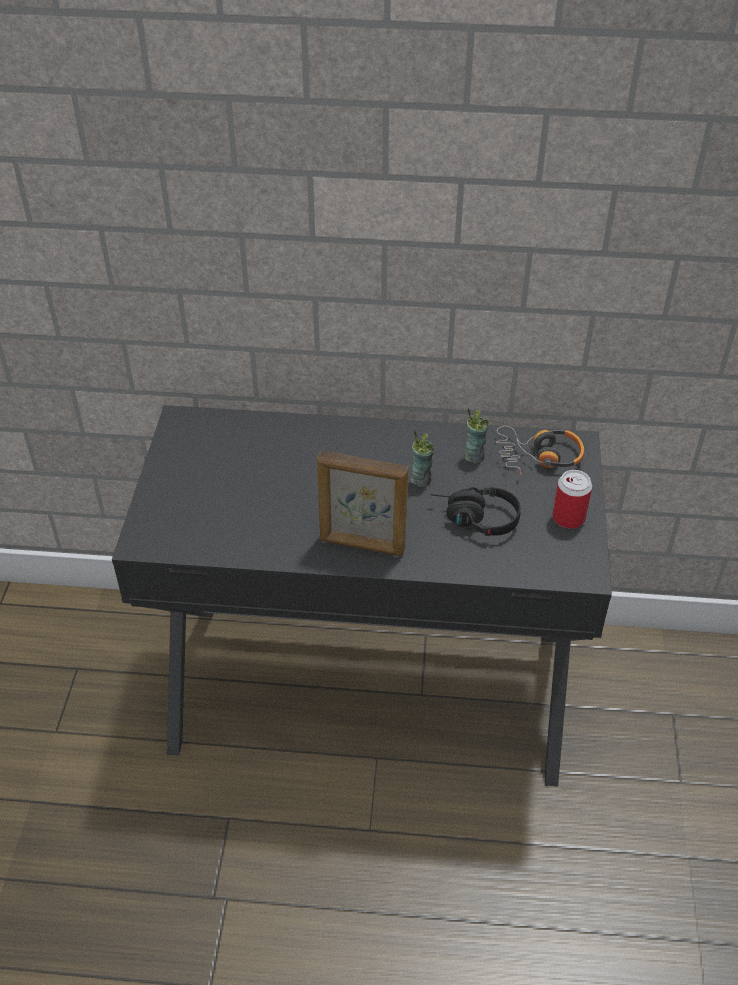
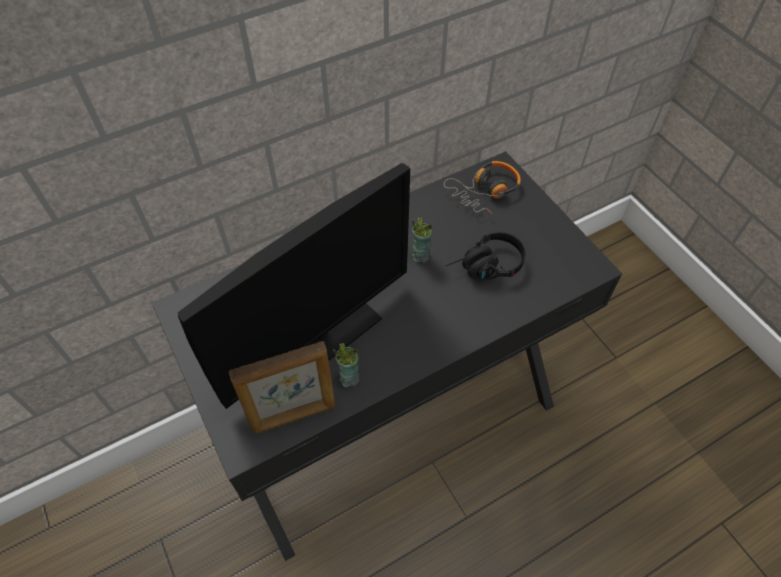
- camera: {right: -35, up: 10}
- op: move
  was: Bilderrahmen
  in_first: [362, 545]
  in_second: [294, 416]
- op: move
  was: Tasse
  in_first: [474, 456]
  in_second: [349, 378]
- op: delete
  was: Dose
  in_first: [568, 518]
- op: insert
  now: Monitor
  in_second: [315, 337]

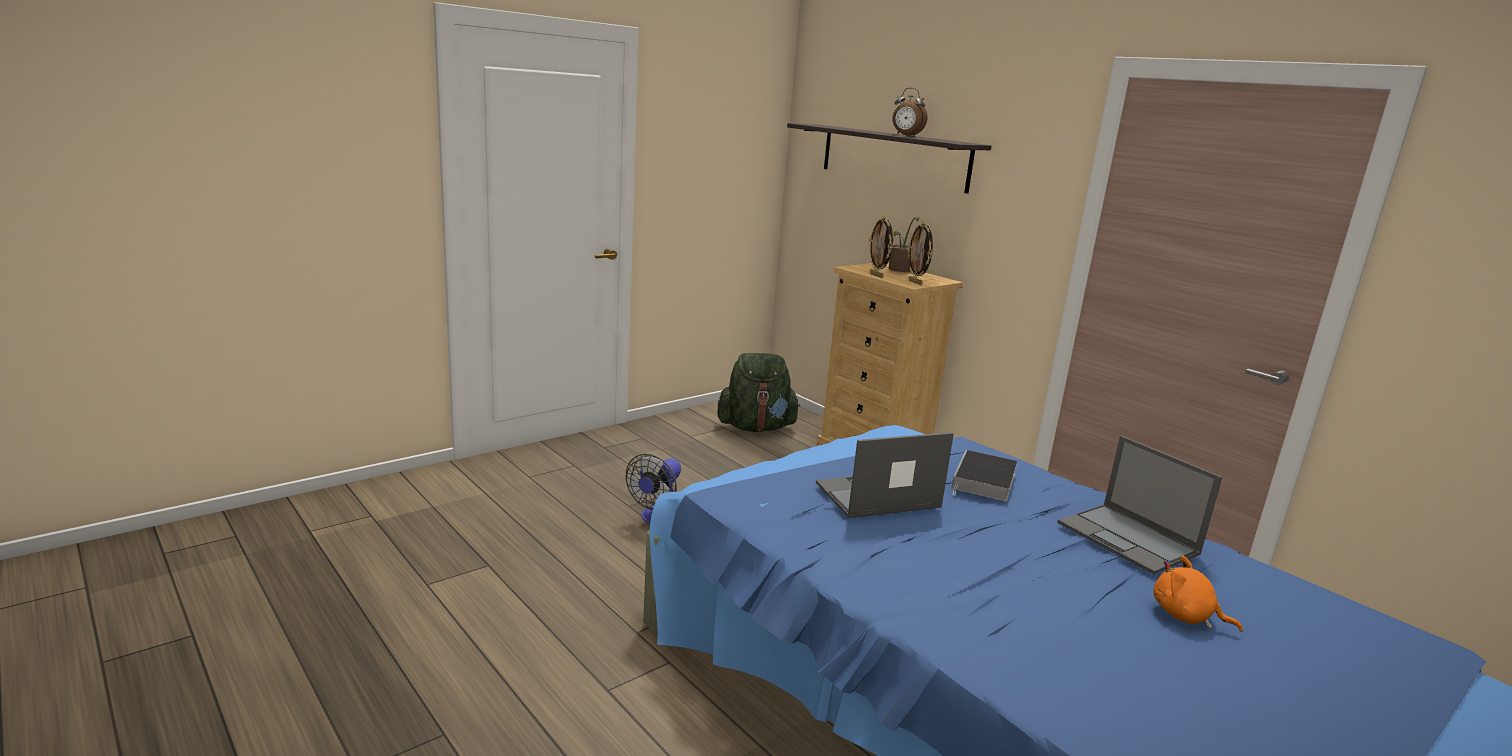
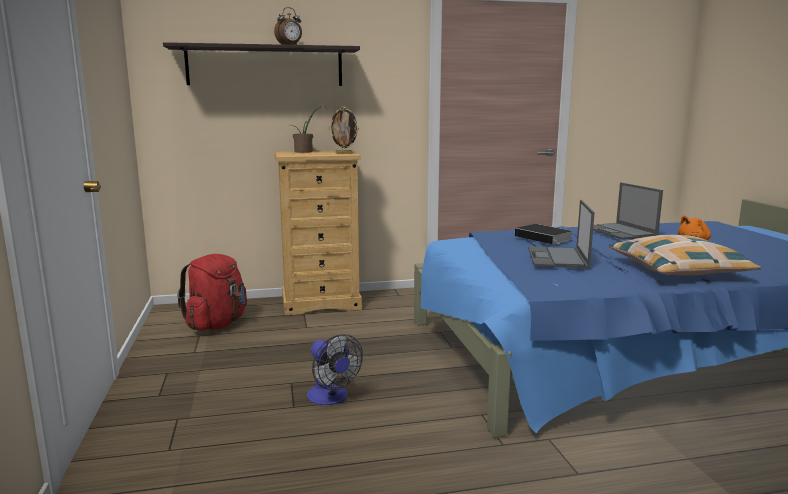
- camera: {right: -60, up: -5}
- op: recolor
  was: Rucksack [grün]
  now: Rucksack [rot]
  in_first: [756, 427]
  in_second: [217, 324]
- op: delete
  was: Bilderrahmen
  in_first: [877, 276]
- op: rotate
  was: Laptop
  in_first: [1129, 539]
  in_second: [620, 232]
  clockwise: 75
- op: insert
  now: Kissen
  in_second: [678, 270]

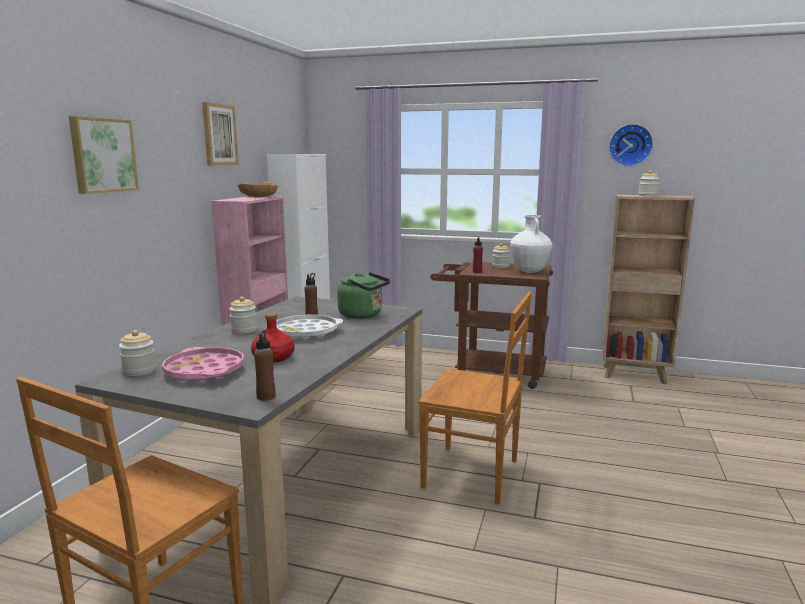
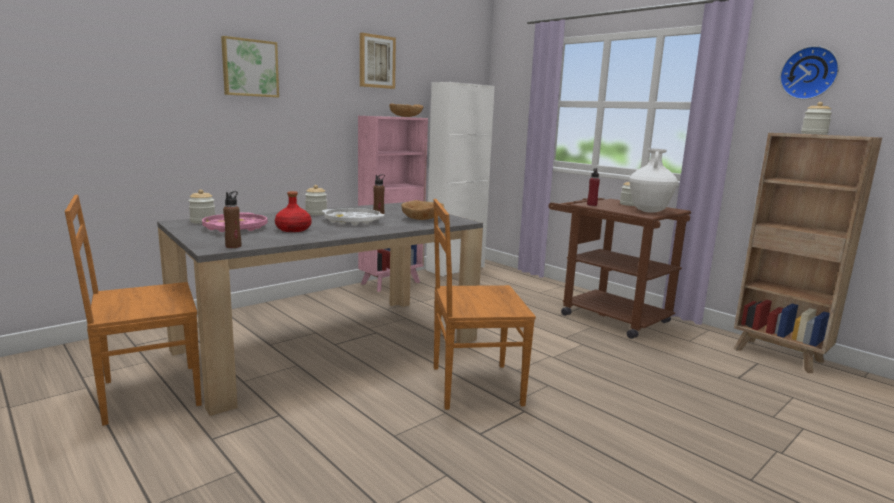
- camera: {right: 30, up: 0}
- op: replace
  was: Wasserkessel [grün]
  now: Schüssel [braun]
  in_first: [363, 315]
  in_second: [422, 219]
- op: rotate
  was: Stuhl [braun]
  in_first: [474, 474]
  in_second: [473, 385]
  clockwise: 120

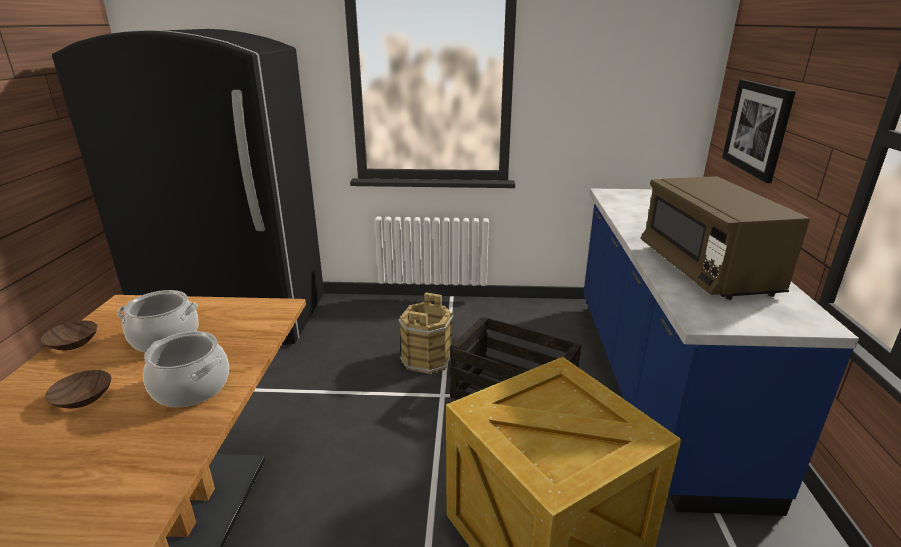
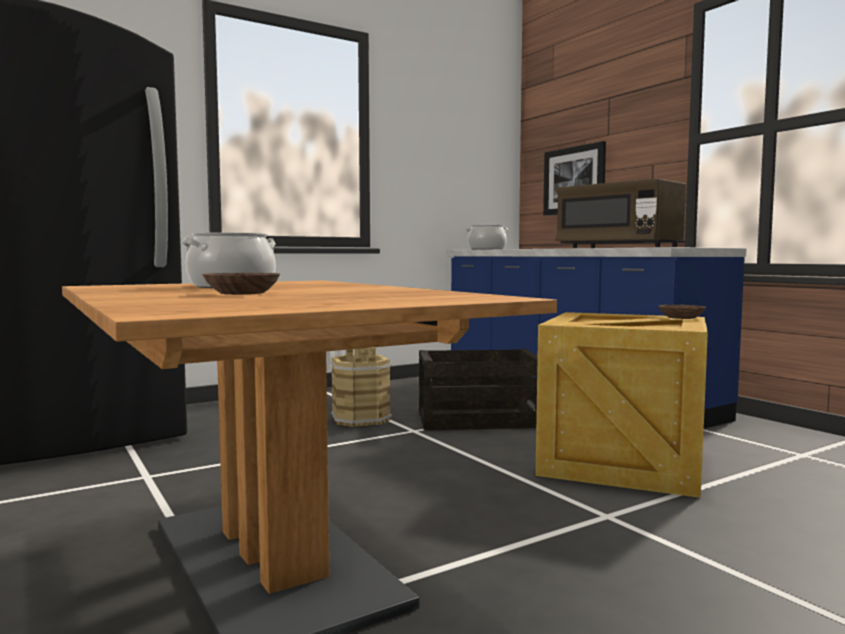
- camera: {right: -35, up: -20}
- op: move
  was: Schüssel [braun]
  in_first: [74, 343]
  in_second: [682, 317]
- op: move
  was: Kochtopf
  in_first: [191, 388]
  in_second: [486, 249]

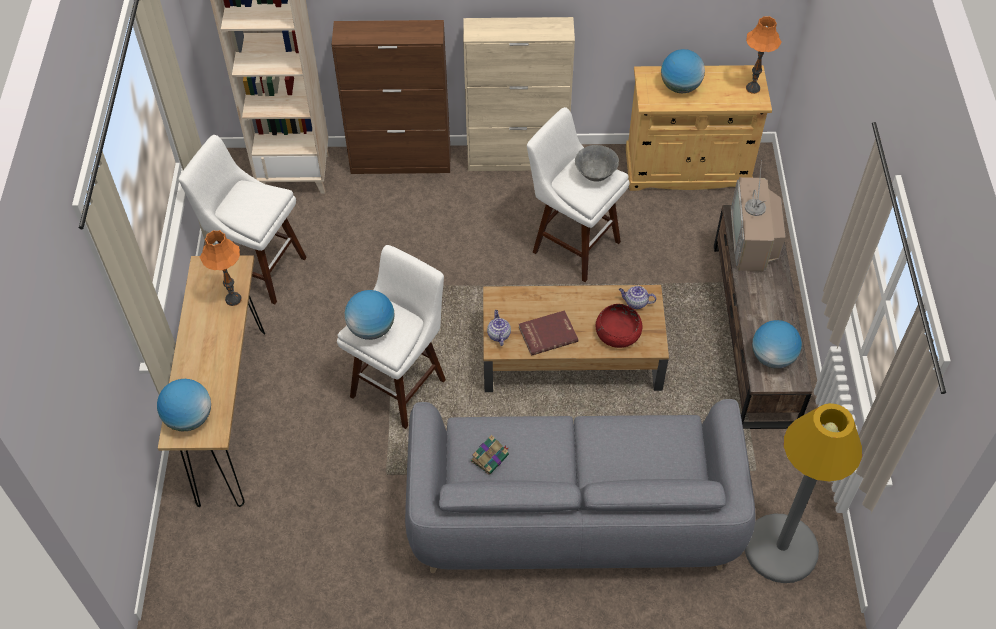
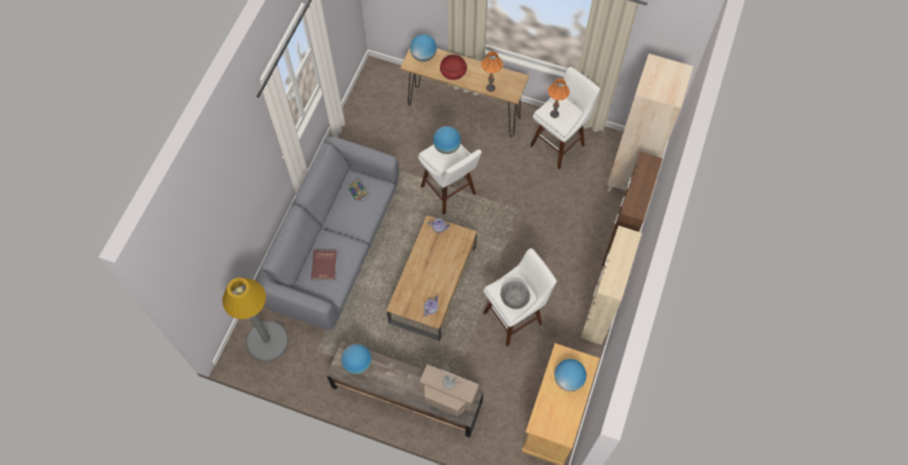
- camera: {right: 110, up: 10}
- op: move
  was: Buch [rot]
  in_first: [547, 333]
  in_second: [325, 265]
- op: move
  was: Schüssel [rot]
  in_first: [618, 333]
  in_second: [453, 71]
- op: move
  was: Tischlampe [orange]
  in_first: [752, 88]
  in_second: [554, 114]

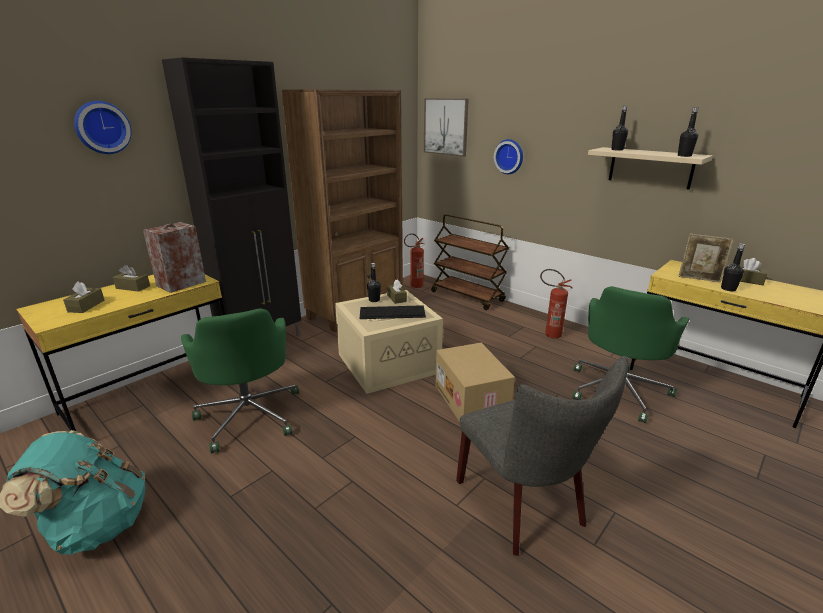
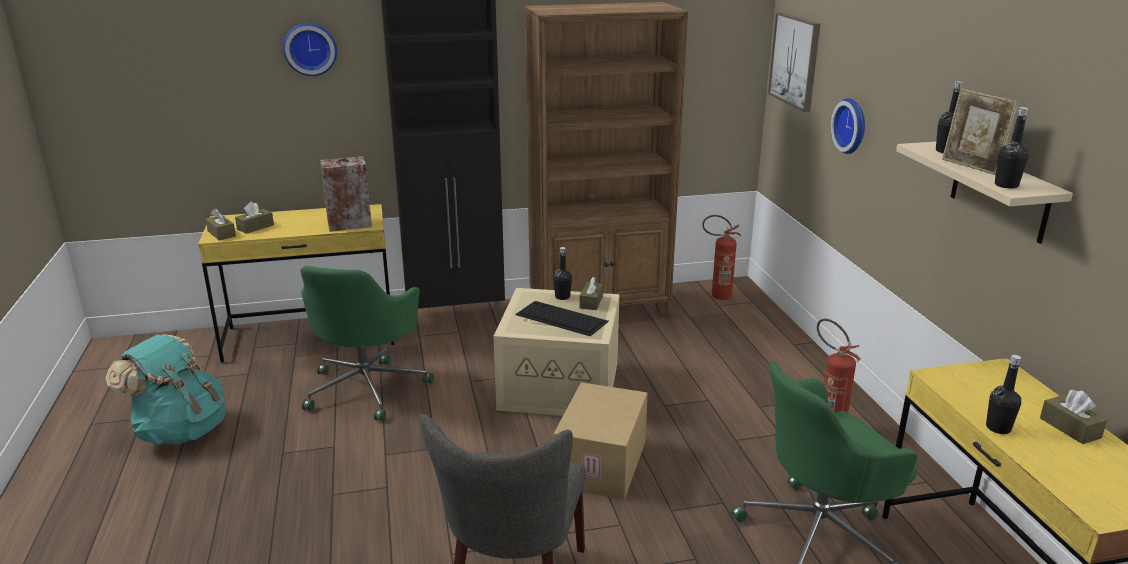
- camera: {right: 35, up: 0}
- op: move
  was: Taschentuchbox [braun]
  in_first: [133, 287]
  in_second: [221, 234]
- op: delete
  was: Rollwagen [braun]
  in_first: [468, 296]
- op: move
  was: Bilderrahmen
  in_first: [699, 279]
  in_second: [971, 167]

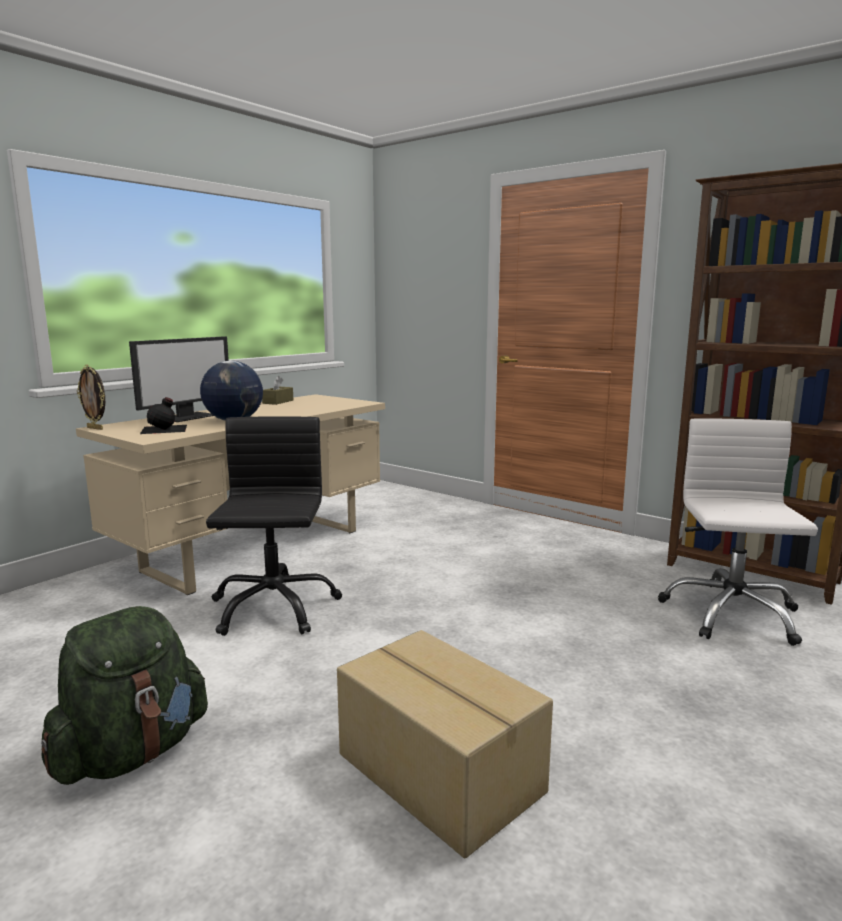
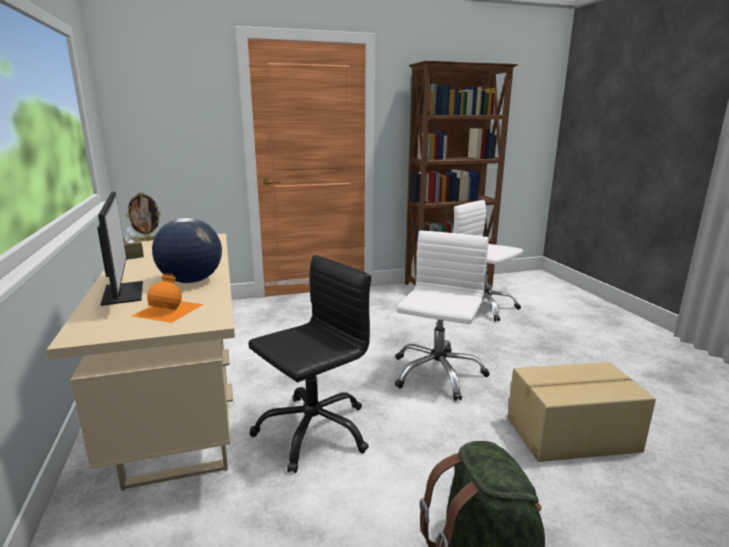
- camera: {right: -55, up: 5}
- op: move
  was: Bilderrahmen
  in_first: [96, 428]
  in_second: [147, 240]
- op: recolor
  was: Flasche [schwarz]
  now: Flasche [orange]
  in_first: [165, 429]
  in_second: [169, 309]
- op: rotate
  was: Bürostuhl [schwarz]
  in_first: [273, 607]
  in_second: [313, 430]
  clockwise: 105
- op: insert
  now: Bürostuhl [weiß]
  in_second: [437, 373]

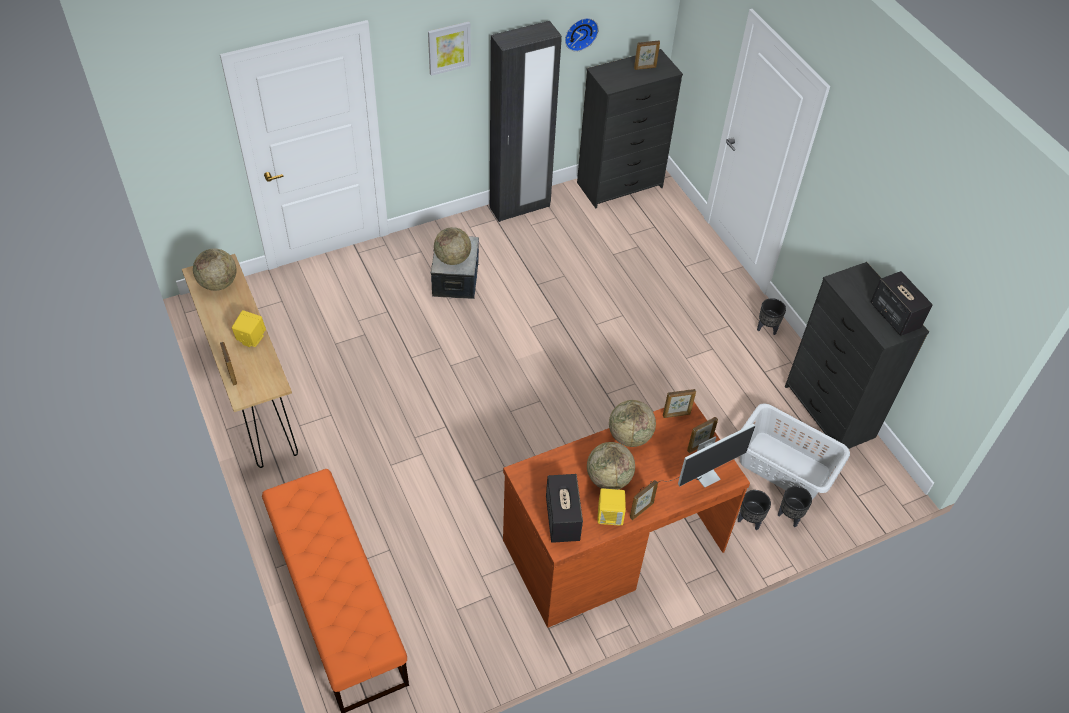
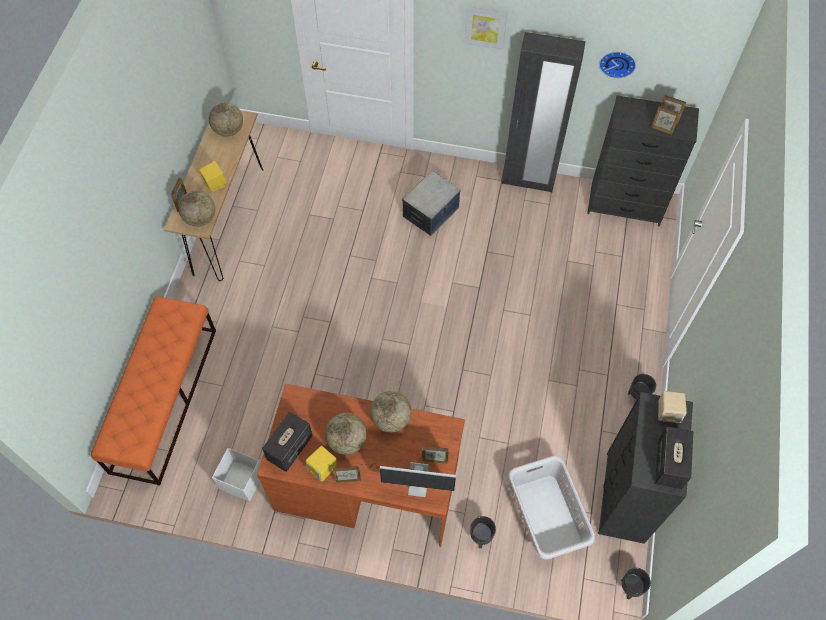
- camera: {right: 40, up: 10}
- op: move
  was: Globus
  in_first: [453, 259]
  in_second: [200, 218]
- op: move
  was: Bilderrahmen
  in_first: [676, 415]
  in_second: [661, 130]
- op: move
  was: Pflanzkübel [schwarz]
  in_first: [789, 517]
  in_second: [629, 588]
- op: insert
  now: Aufbewahrungsbox [weiß]
  in_second: [241, 480]
- op: insert
  now: Lautsprecher [beige]
  in_second: [668, 413]

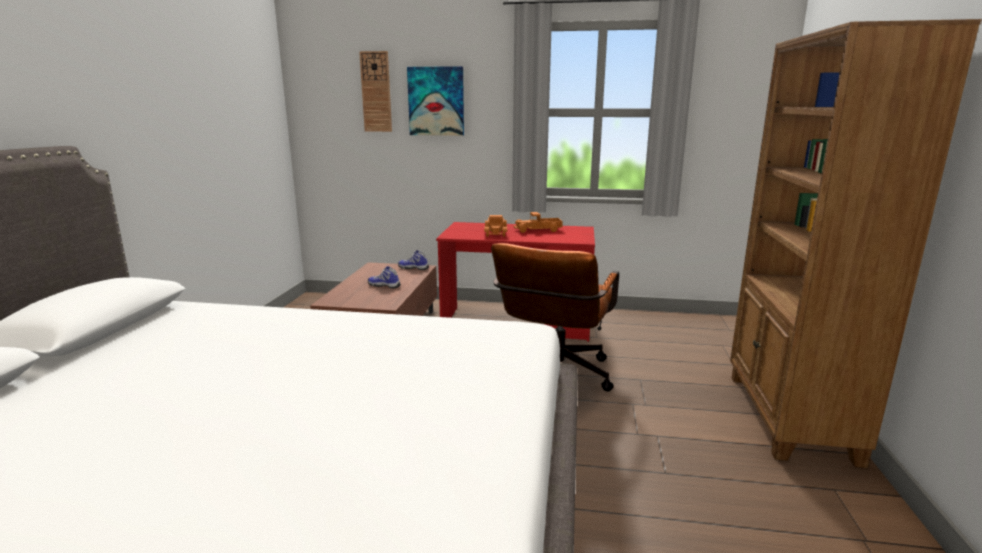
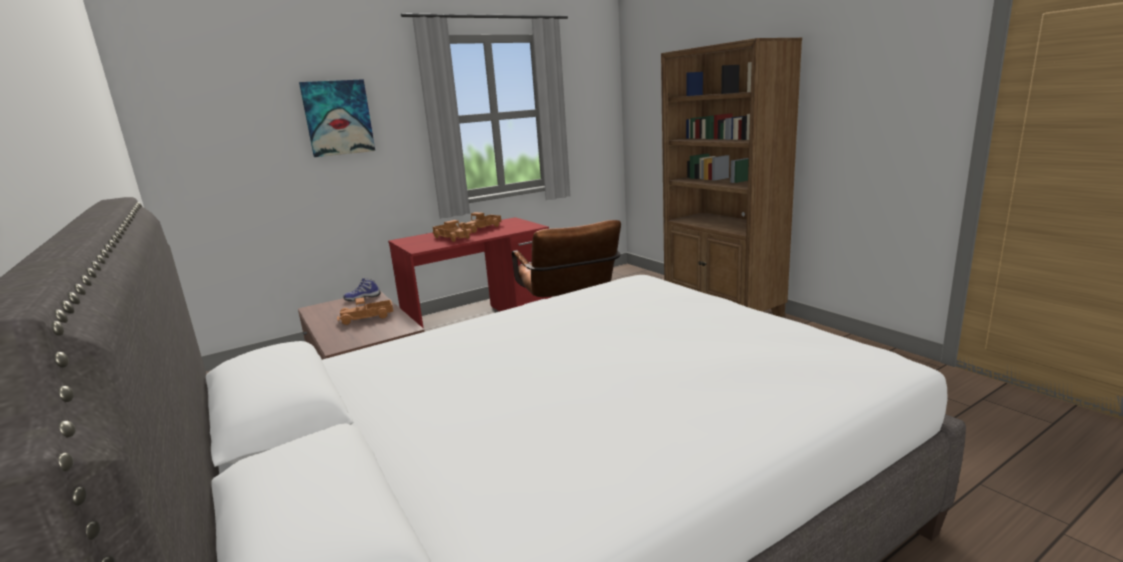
- camera: {right: -40, up: 0}
- op: delete
  was: Wanduhr
  in_first: [376, 92]
- op: replace
  was: Schuh
  now: Spielzeuglaster
  in_first: [384, 285]
  in_second: [367, 318]

